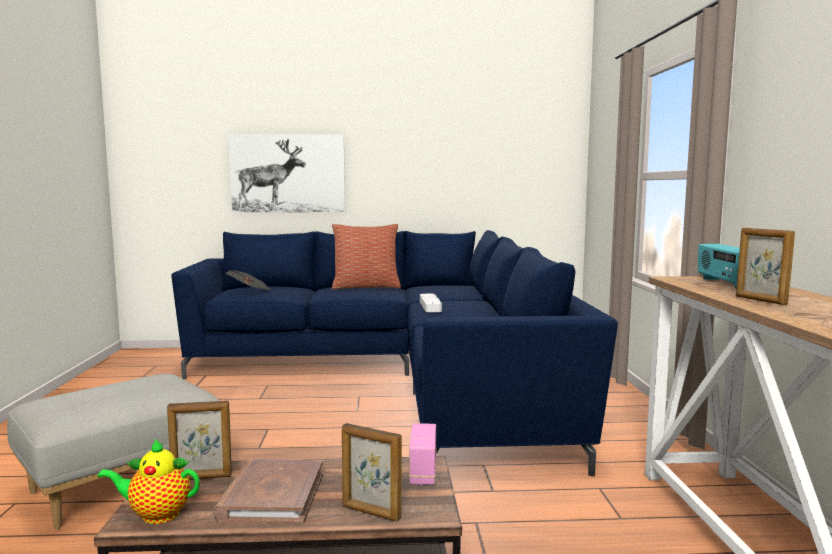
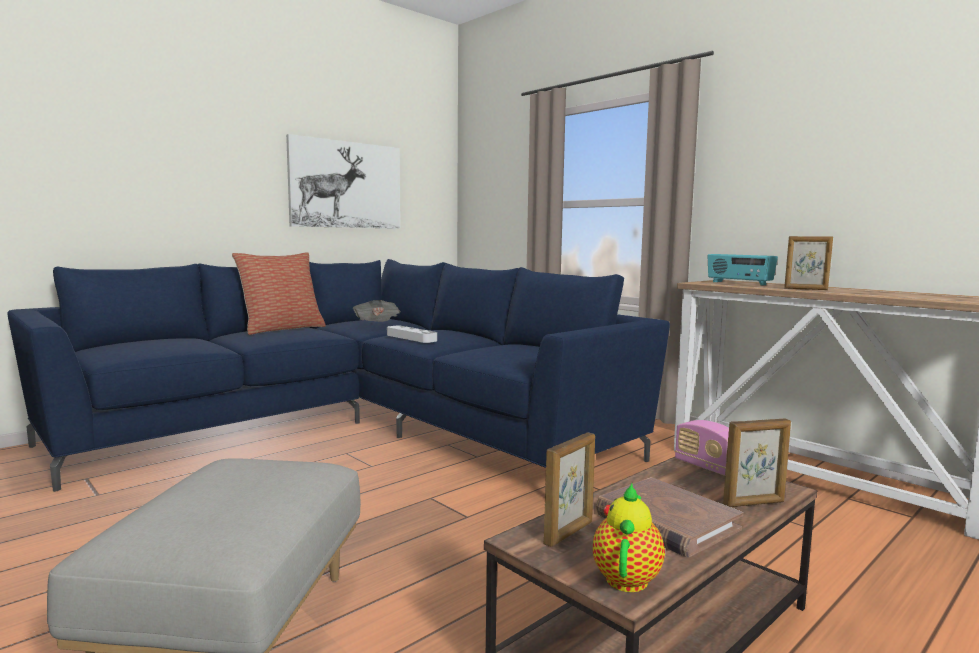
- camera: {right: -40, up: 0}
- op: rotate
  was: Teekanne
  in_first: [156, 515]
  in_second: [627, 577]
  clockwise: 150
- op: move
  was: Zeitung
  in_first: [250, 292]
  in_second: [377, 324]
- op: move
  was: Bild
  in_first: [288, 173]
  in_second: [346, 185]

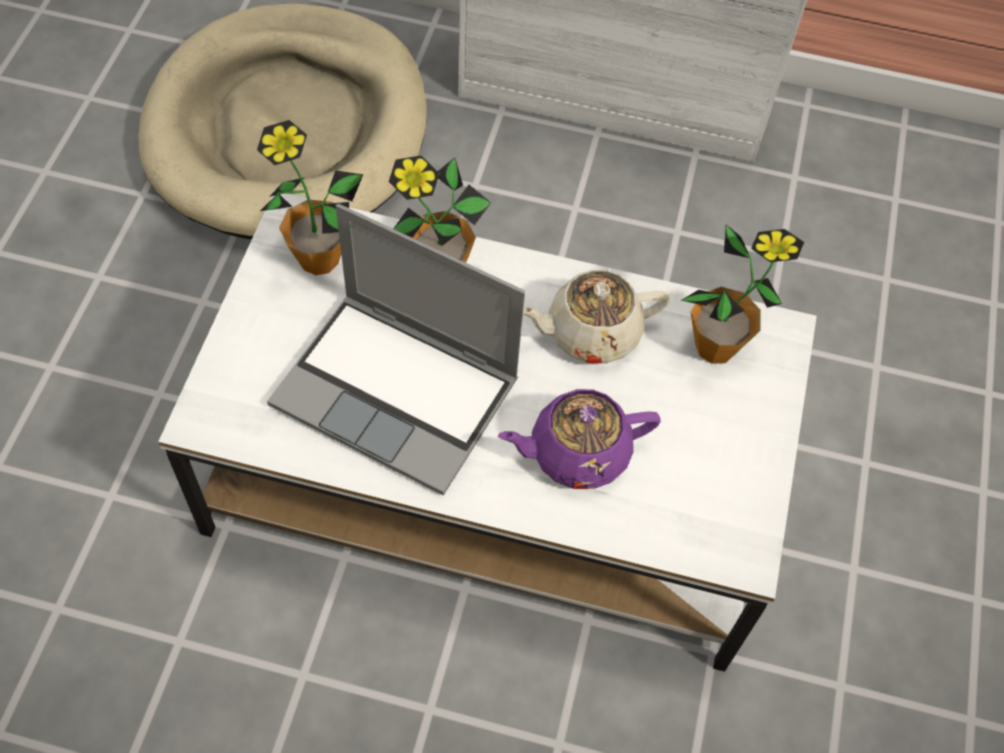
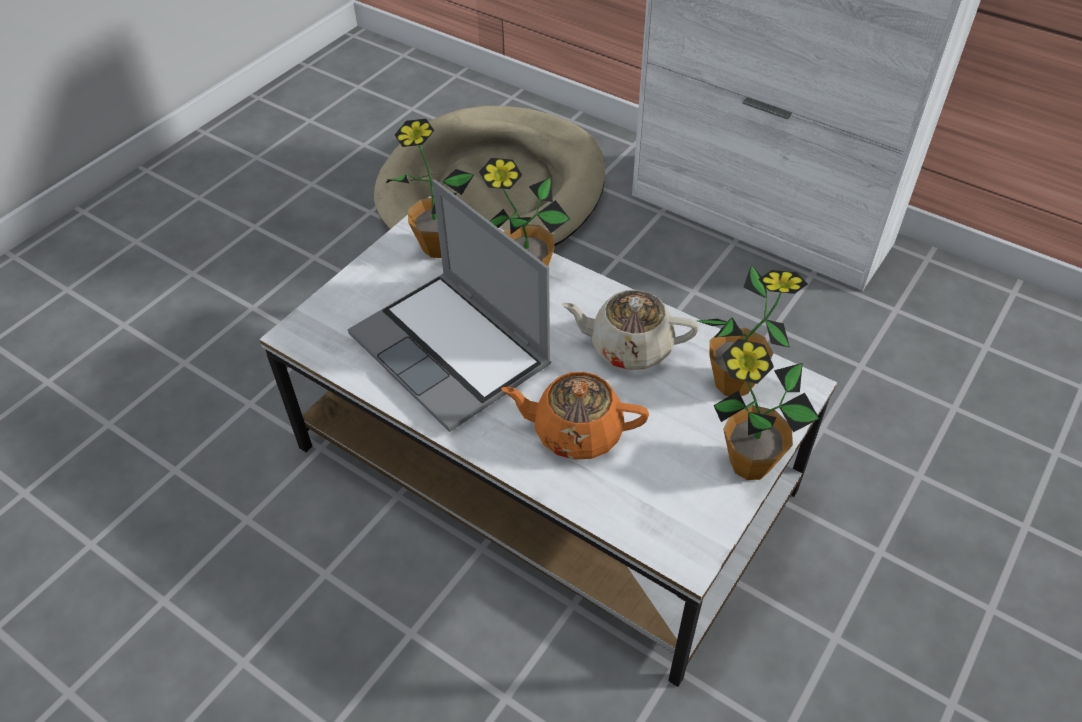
- camera: {right: 25, up: -10}
- op: recolor
  was: Teekanne [lila]
  now: Teekanne [orange]
  in_first: [577, 452]
  in_second: [576, 431]
- op: insert
  now: Topfpflanze
  in_second: [749, 464]

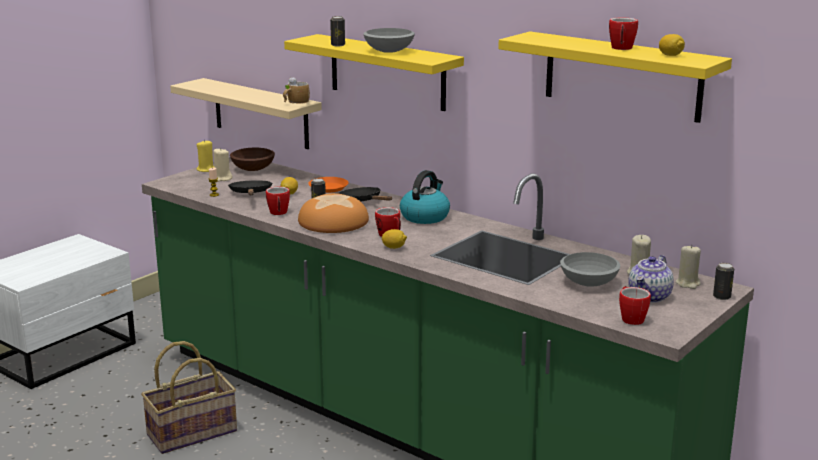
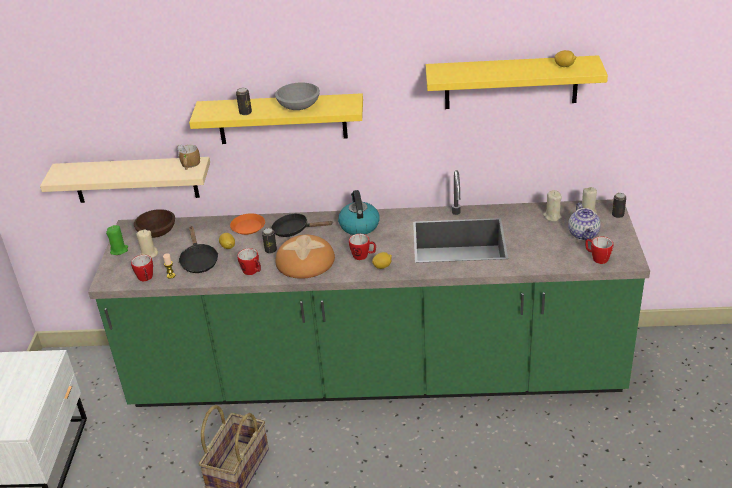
- camera: {right: -35, up: 15}
- op: recolor
  was: Kerze [gelb]
  now: Kerze [grün]
  in_first: [206, 170]
  in_second: [119, 250]
- op: rotate
  was: Pfanne [schwarz]
  in_first: [251, 194]
  in_second: [198, 261]
  clockwise: -150
- op: delete
  was: Schüssel [grau]
  in_first: [590, 282]
- op: move
  was: Henkelbecher
  in_first: [621, 49]
  in_second: [146, 279]

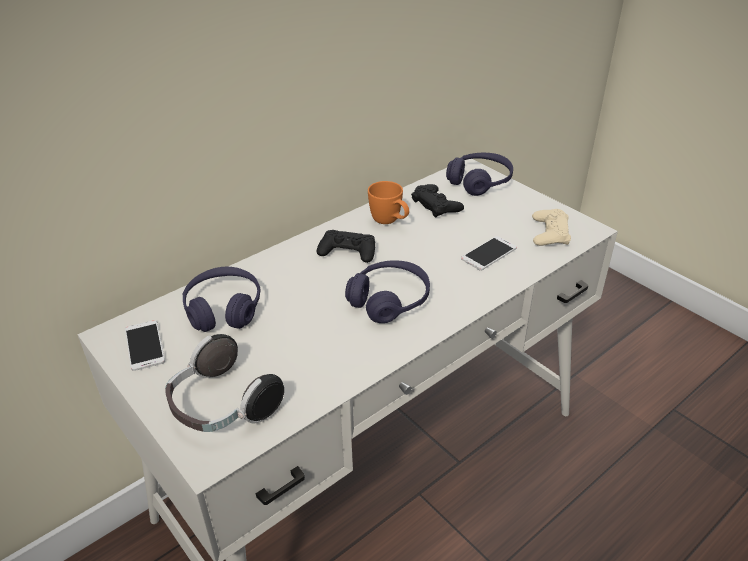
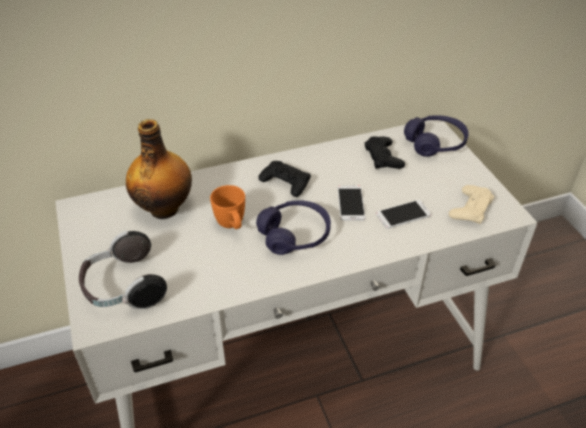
- camera: {right: 20, up: 5}
- op: move
  was: Handy
  in_first: [144, 345]
  in_second: [351, 203]
- op: replace
  was: Kopfhörer [lila]
  now: Flasche
  in_first: [224, 309]
  in_second: [165, 208]
- op: move
  was: Henkelbecher [orange]
  in_first: [390, 222]
  in_second: [232, 226]

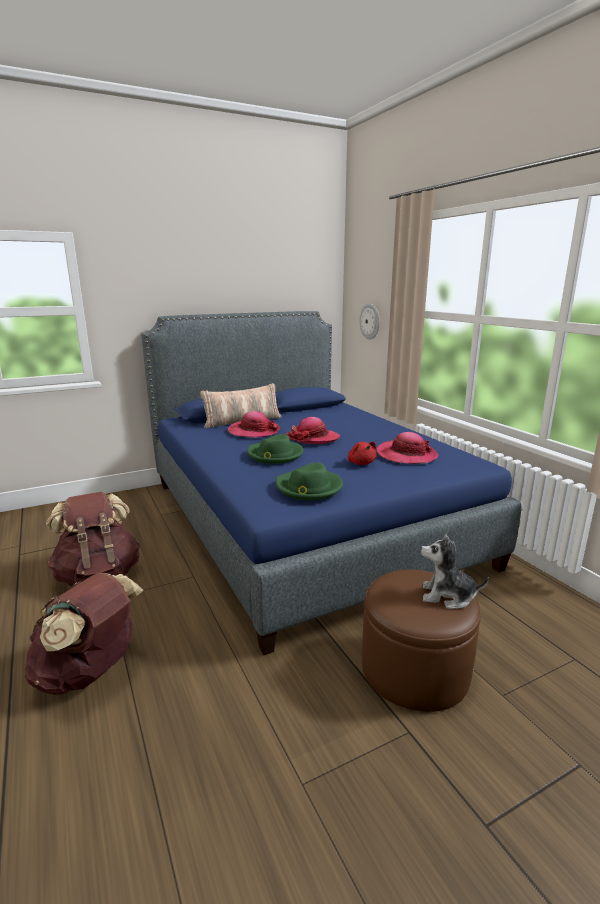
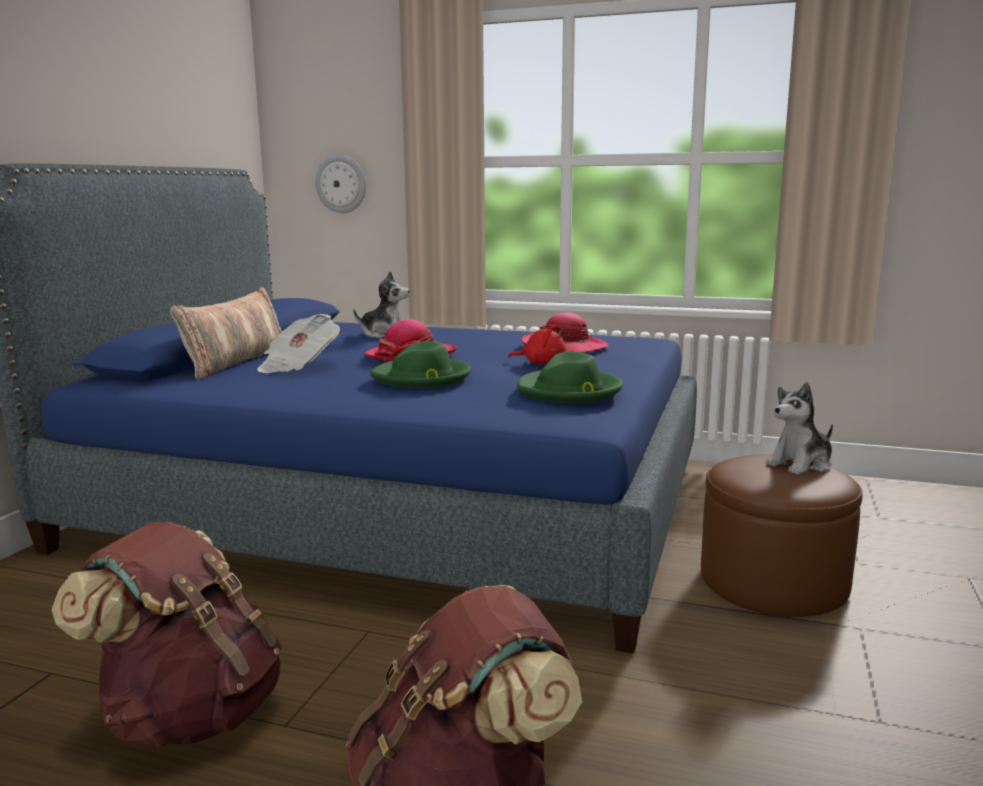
- camera: {right: -45, up: -5}
- op: replace
  was: Hut
  now: Zeitung
  in_first: [254, 431]
  in_second: [298, 366]
- op: insert
  now: Plüschtier
  in_second: [385, 334]

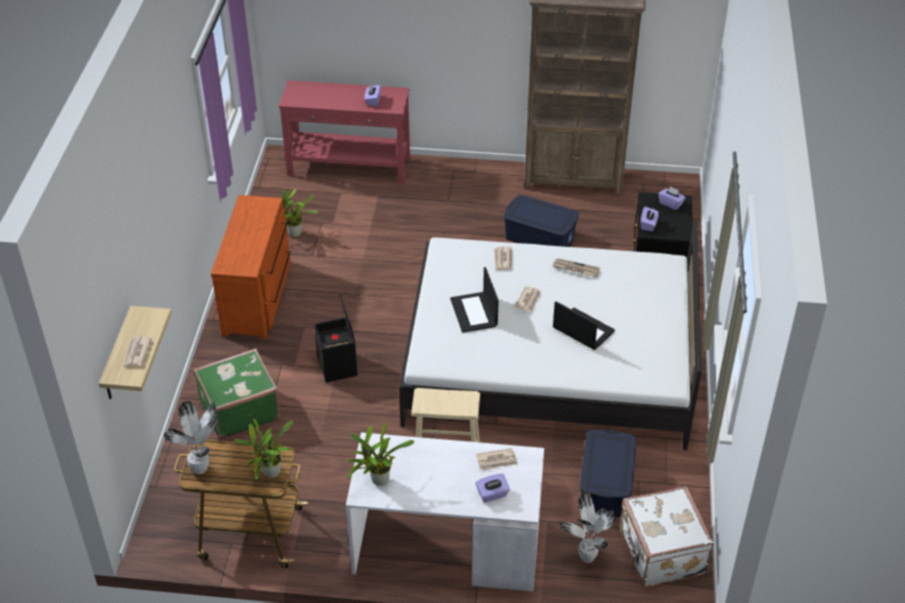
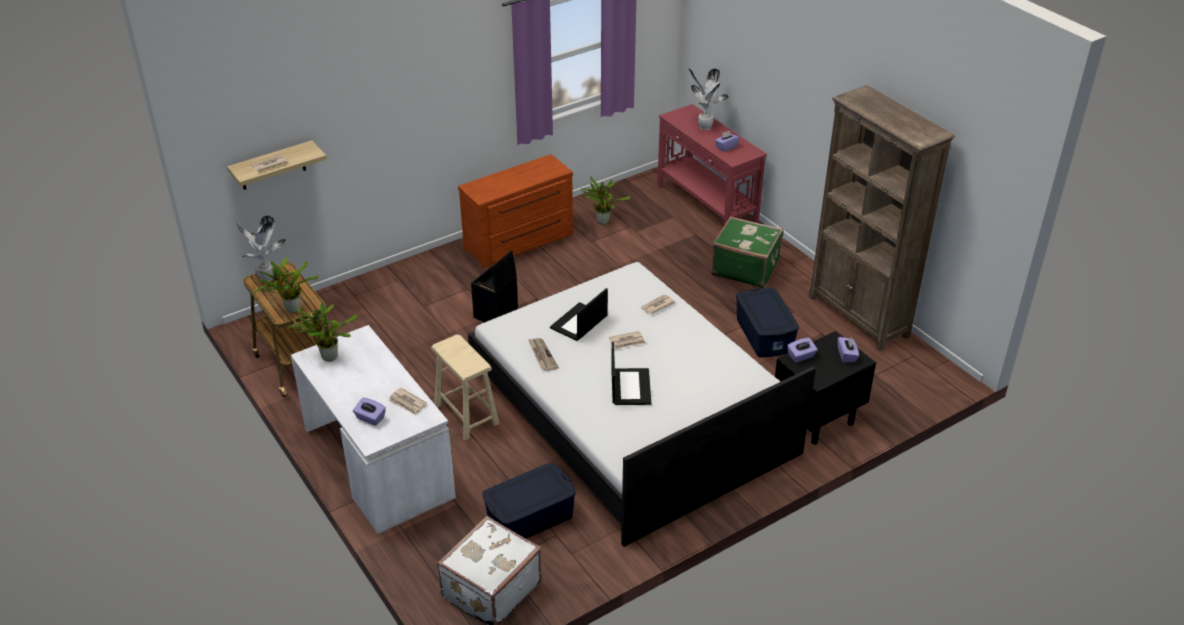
- camera: {right: 50, up: -5}
- op: move
  was: Koffer [grün]
  in_first: [238, 409]
  in_second: [745, 268]
- op: move
  was: Zeitung
  in_first: [575, 269]
  in_second: [542, 355]
- op: move
  was: Topfpflanze
  in_first: [586, 558]
  in_second: [703, 127]

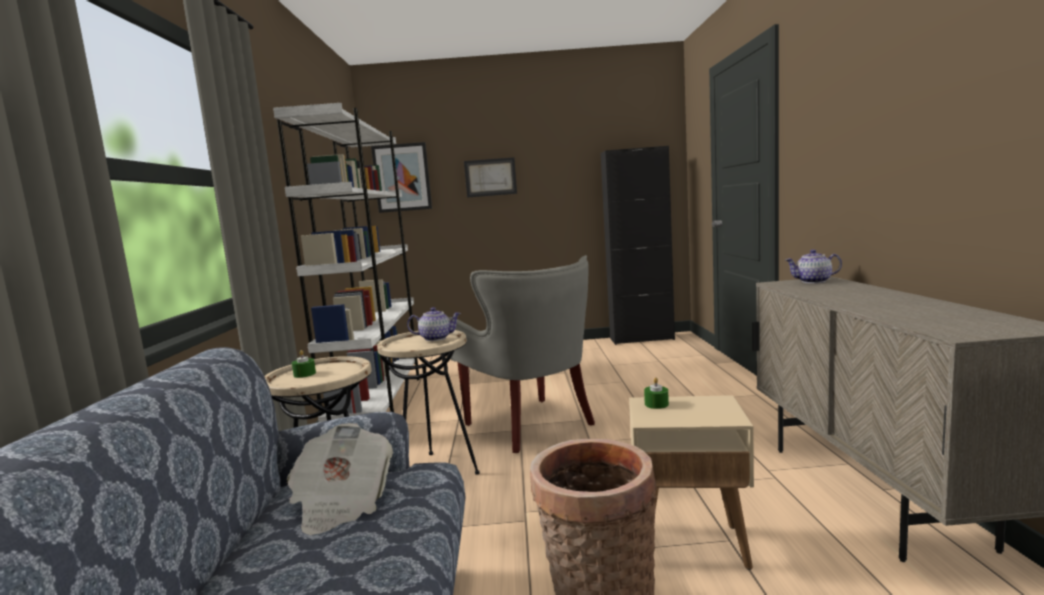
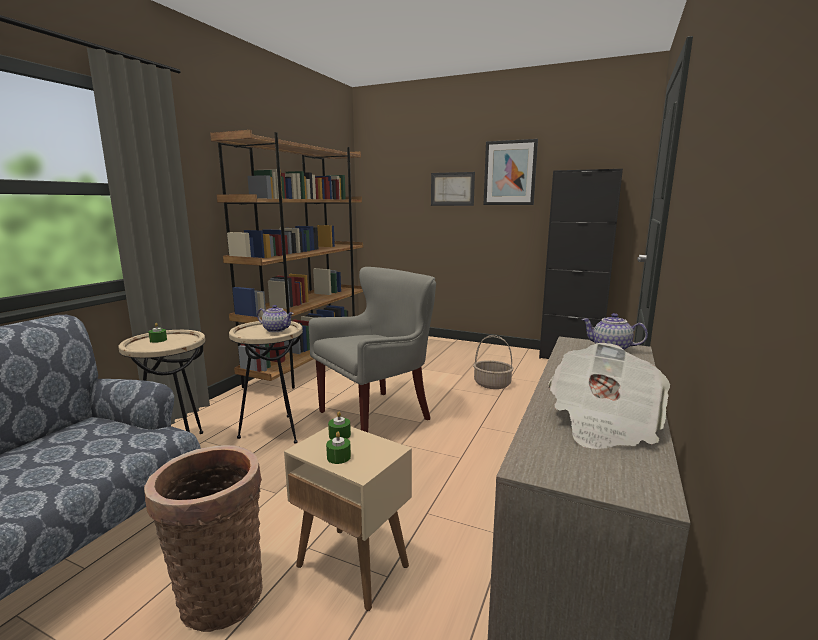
- camera: {right: 25, up: 5}
- op: recolor
  was: Bücherregal [weiß]
  now: Bücherregal [braun]
  in_first: [380, 403]
  in_second: [309, 365]
- op: move
  was: Zeitung
  in_first: [342, 502]
  in_second: [603, 423]
- op: move
  was: Bild
  in_first: [402, 177]
  in_second: [510, 173]
- op: rotate
  was: Sessel [grau]
  in_first: [531, 426]
  in_second: [378, 415]
  clockwise: -120
- op: insert
  now: Kerze [grün]
  in_second: [338, 457]
- op: insert
  now: Korb
  in_second: [492, 384]

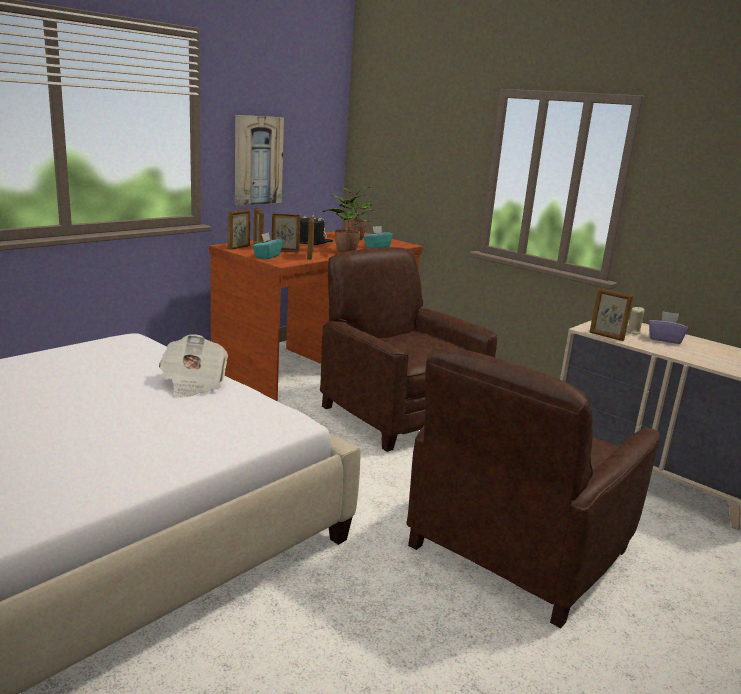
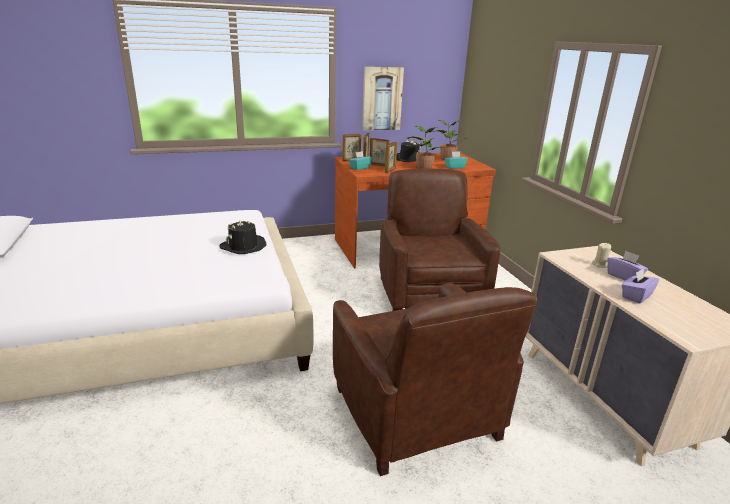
- camera: {right: 30, up: 5}
- op: replace
  was: Zeitung
  now: Hut [schwarz]
  in_first: [193, 383]
  in_second: [243, 246]
- op: rotate
  was: Sessel [braun]
  in_first: [516, 550]
  in_second: [416, 414]
  clockwise: -90
- op: delete
  was: Bilderrahmen
  in_first: [606, 336]
- op: insert
  now: Taschentuchbox [lila]
  in_second: [636, 296]

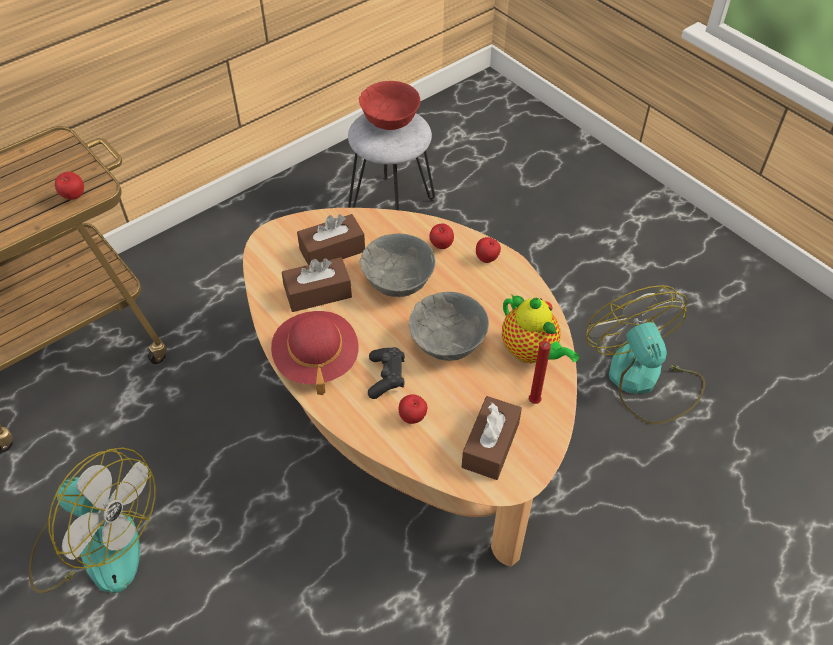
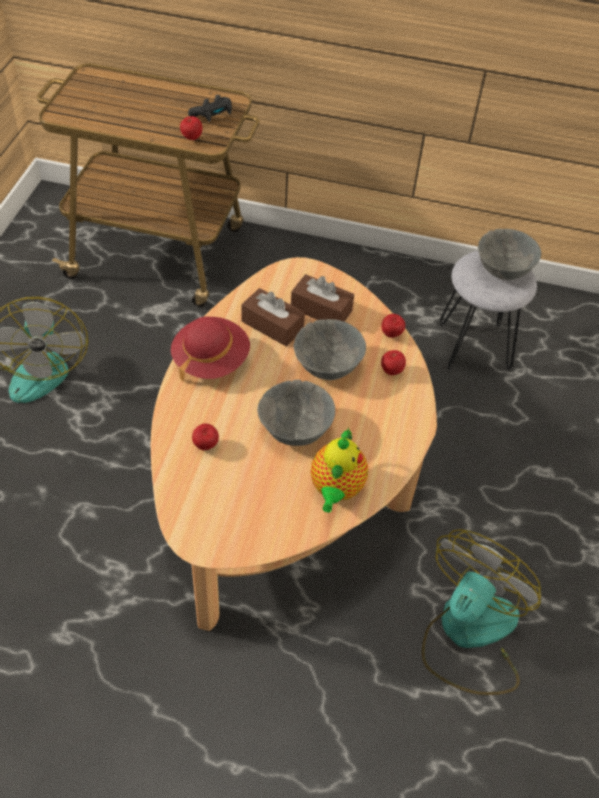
- camera: {right: 50, up: 0}
- op: recolor
  was: Schüssel [rot]
  now: Schüssel [grau]
  in_first: [390, 122]
  in_second: [503, 270]
- op: move
  was: Gamepad [schwarz]
  in_first: [386, 377]
  in_second: [212, 116]
- op: delete
  was: Taschentuchbox [braun]
  in_first: [490, 445]
- op: move
  was: Apfel
  in_first: [487, 259]
  in_second: [391, 335]
- op: delete
  was: Kerze [rot]
  in_first: [533, 403]

